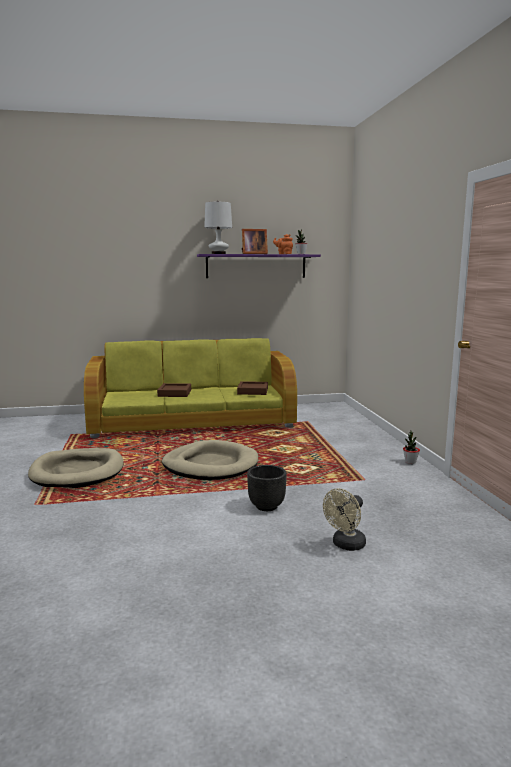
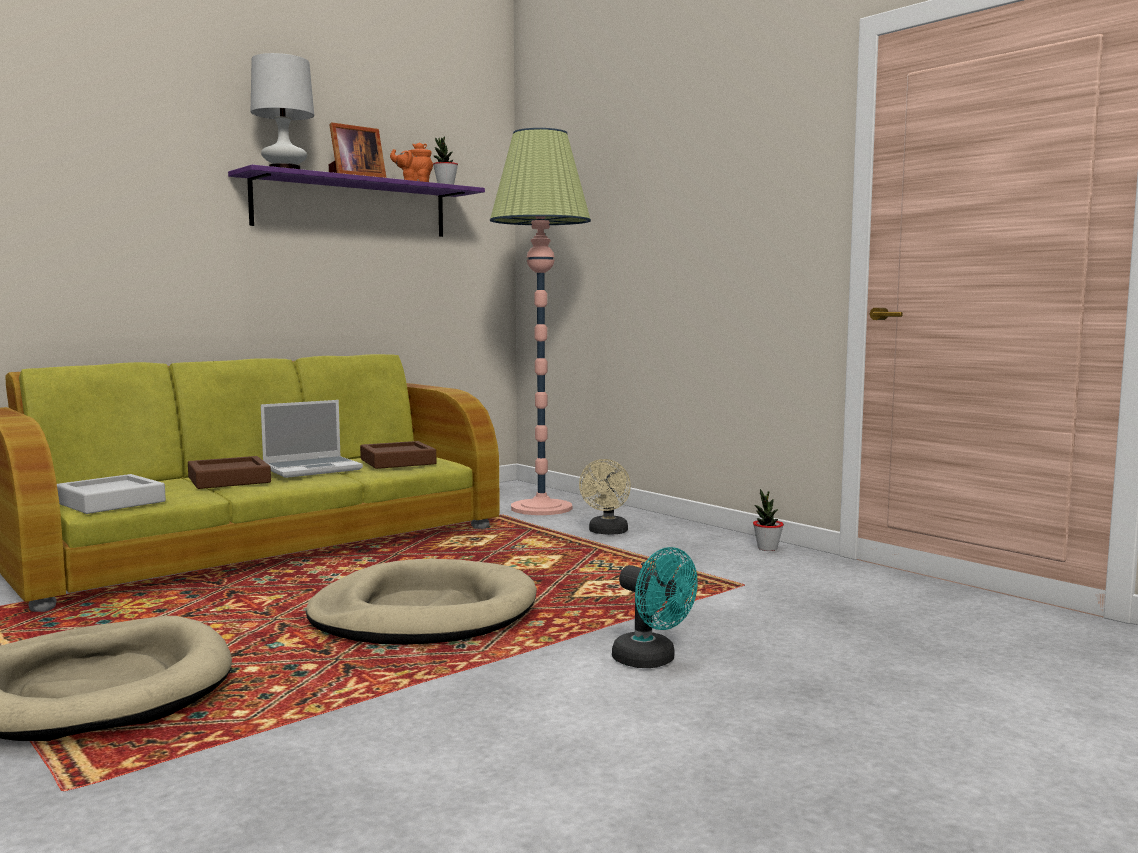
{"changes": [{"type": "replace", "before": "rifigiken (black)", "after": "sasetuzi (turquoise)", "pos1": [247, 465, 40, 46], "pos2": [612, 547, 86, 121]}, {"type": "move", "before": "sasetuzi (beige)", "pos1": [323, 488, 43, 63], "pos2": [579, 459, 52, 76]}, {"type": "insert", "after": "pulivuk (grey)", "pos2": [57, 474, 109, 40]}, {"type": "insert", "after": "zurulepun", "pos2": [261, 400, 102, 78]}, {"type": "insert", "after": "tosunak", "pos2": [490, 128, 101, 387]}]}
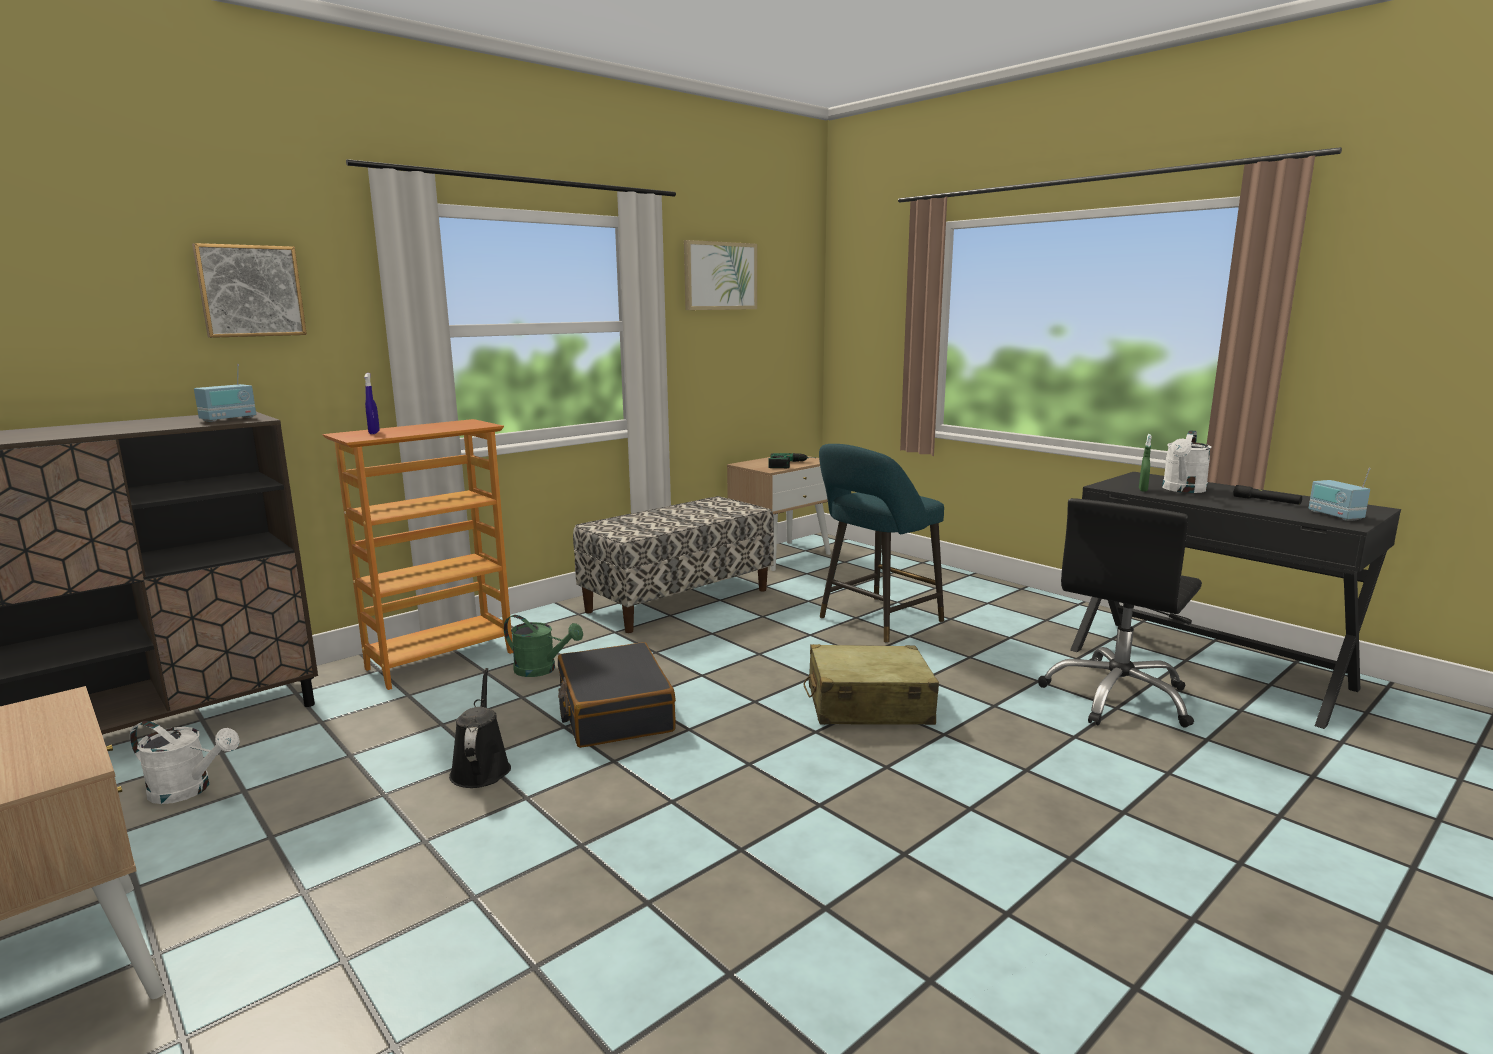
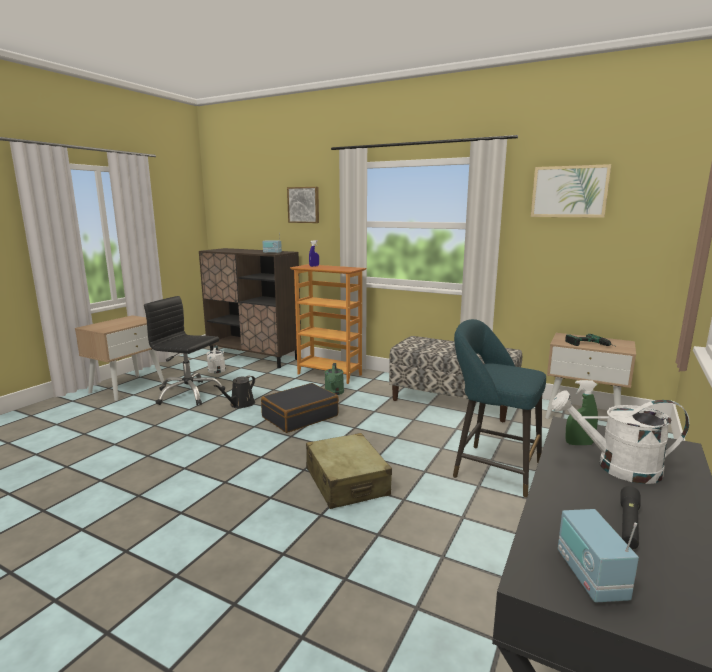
{"changes": [{"type": "rotate", "before": "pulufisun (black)", "pos1": [449, 668, 62, 120], "pos2": [213, 376, 42, 32], "turn": 150}, {"type": "move", "before": "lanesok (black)", "pos1": [1038, 498, 164, 230], "pos2": [144, 296, 81, 110]}, {"type": "rotate", "before": "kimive", "pos1": [1309, 468, 62, 53], "pos2": [558, 509, 81, 93], "turn": -60}]}
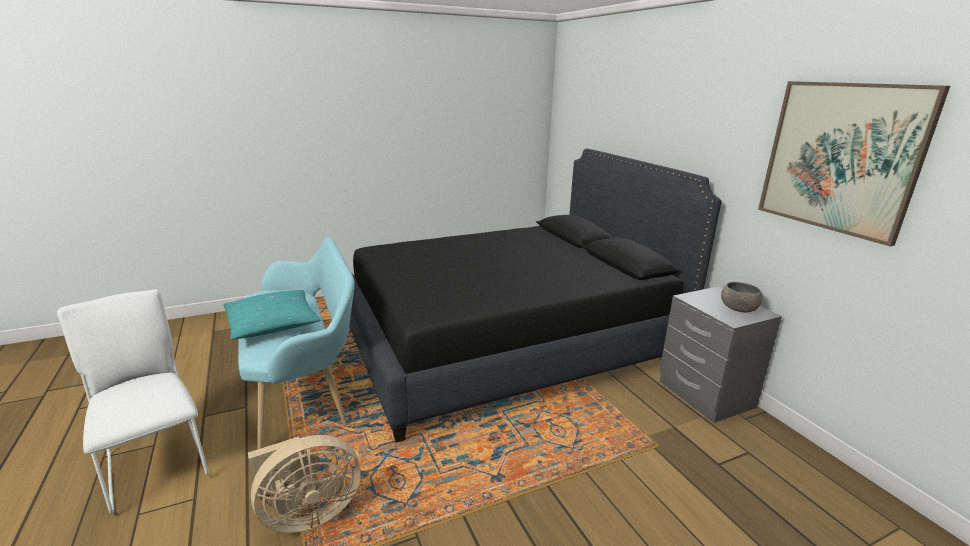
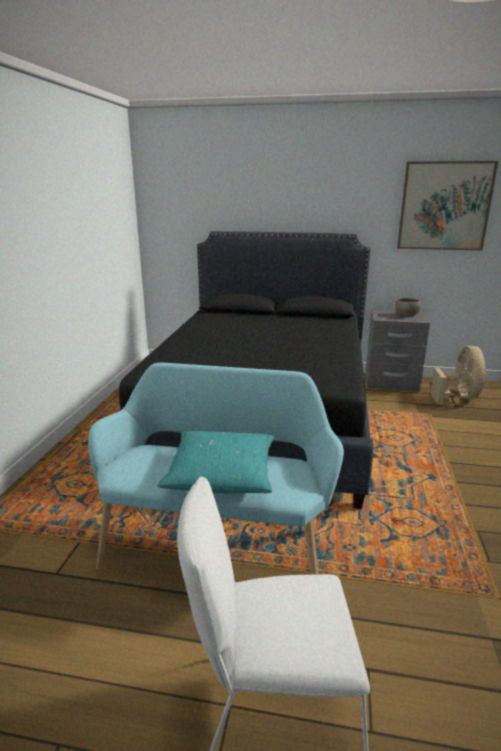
{"changes": [{"type": "move", "before": "sasetuzi (beige)", "pos1": [248, 435, 113, 98], "pos2": [430, 346, 56, 58]}]}
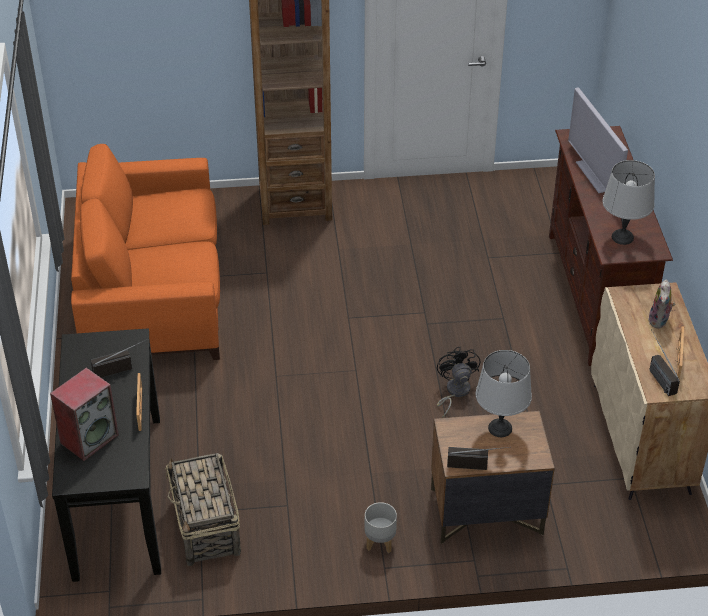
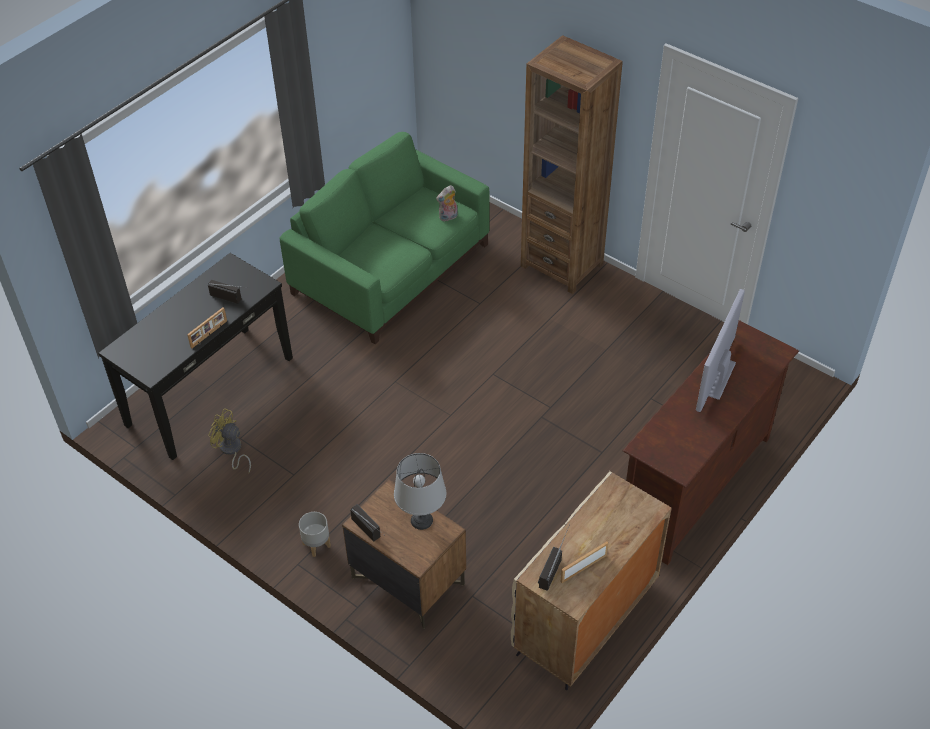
{"changes": [{"type": "delete", "before": "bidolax", "pos1": [50, 368, 69, 93]}, {"type": "recolor", "before": "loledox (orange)", "after": "loledox (green)", "pos1": [71, 144, 149, 216], "pos2": [280, 132, 209, 212]}, {"type": "replace", "before": "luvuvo", "after": "sasetuzi (yellow)", "pos1": [165, 453, 76, 113], "pos2": [208, 408, 43, 65]}, {"type": "delete", "before": "sasetuzi (black)", "pos1": [437, 347, 44, 71]}, {"type": "delete", "before": "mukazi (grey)", "pos1": [602, 160, 53, 85]}, {"type": "move", "before": "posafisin", "pos1": [648, 280, 27, 49], "pos2": [436, 185, 22, 36]}]}
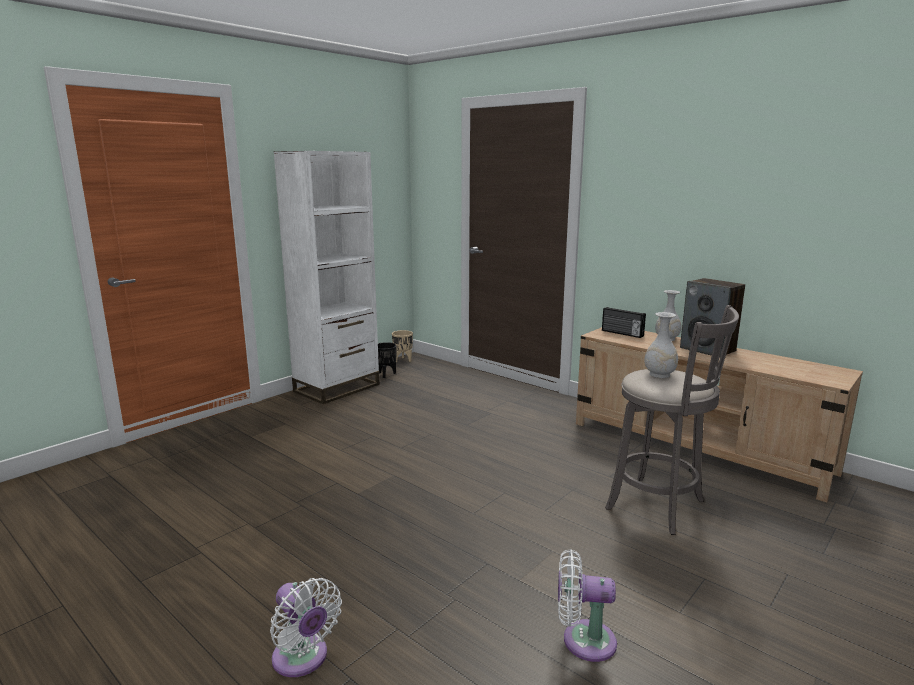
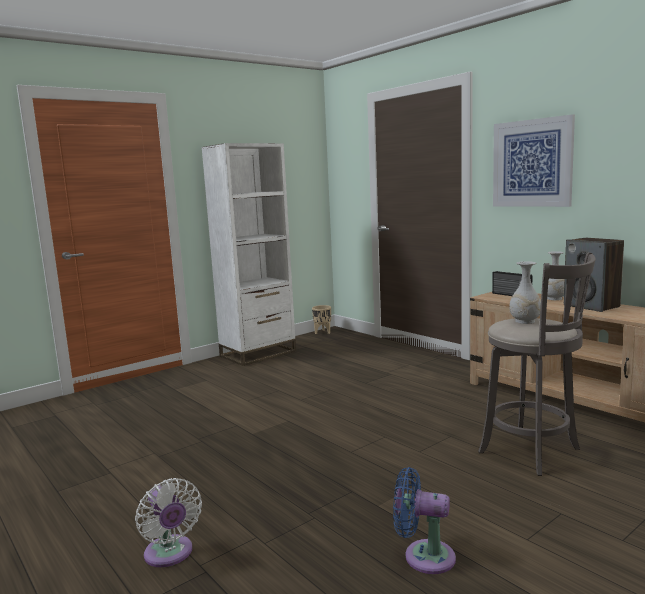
{"changes": [{"type": "delete", "before": "rifigiken (black)", "pos1": [378, 342, 19, 36]}, {"type": "recolor", "before": "sasetuzi (white)", "after": "sasetuzi (blue)", "pos1": [558, 549, 59, 113], "pos2": [393, 467, 63, 107]}, {"type": "insert", "after": "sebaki", "pos2": [493, 114, 82, 93]}]}
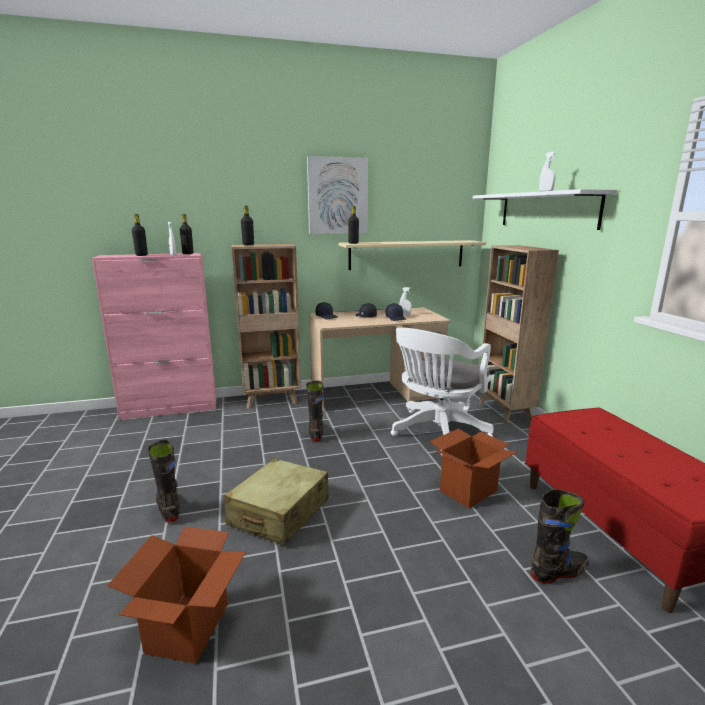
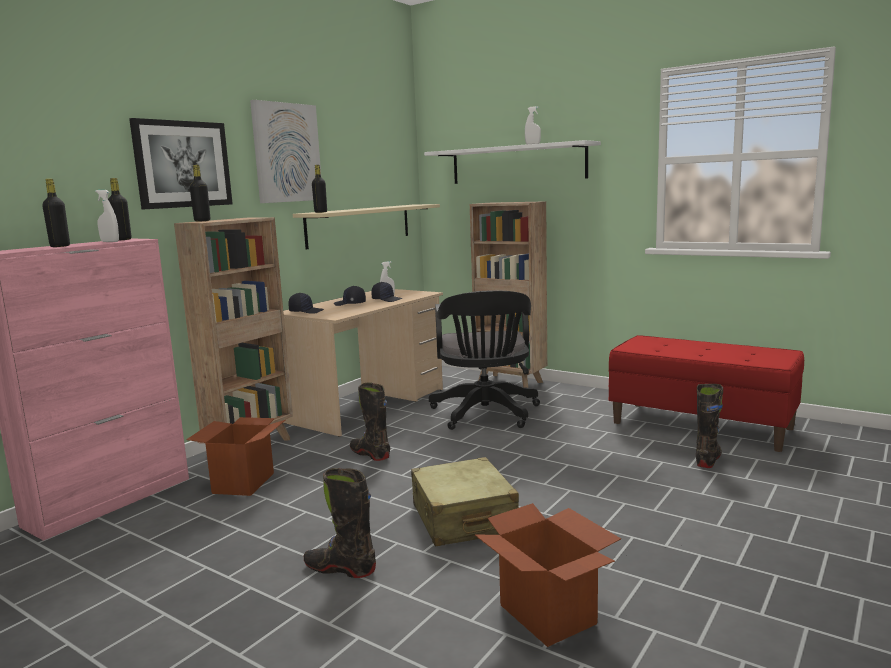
{"changes": [{"type": "recolor", "before": "lanesok (white)", "after": "lanesok (black)", "pos1": [391, 328, 103, 127], "pos2": [429, 290, 111, 140]}, {"type": "move", "before": "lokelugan", "pos1": [429, 428, 88, 80], "pos2": [186, 417, 99, 79]}, {"type": "insert", "after": "sebaki", "pos2": [129, 118, 104, 91]}]}
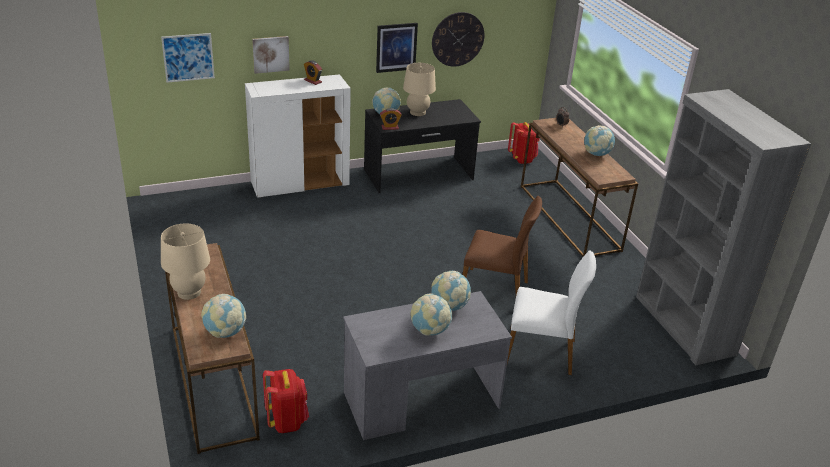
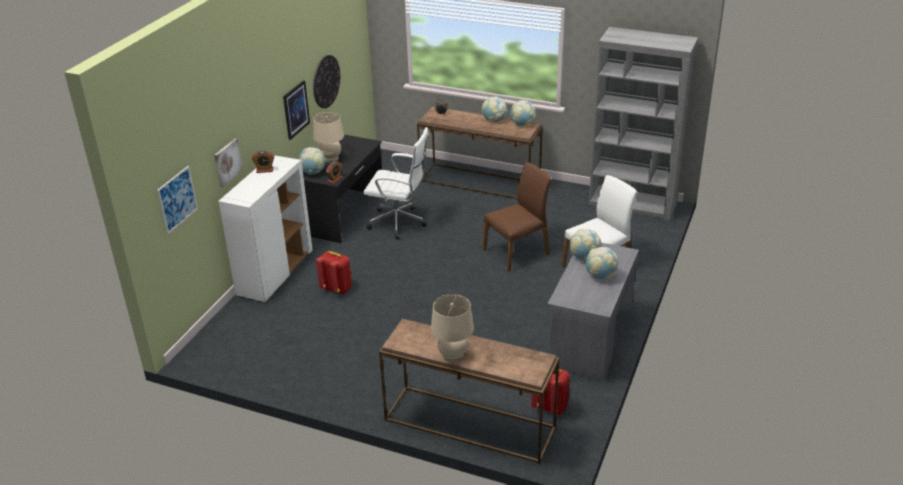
{"changes": [{"type": "move", "before": "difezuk", "pos1": [201, 294, 45, 44], "pos2": [510, 100, 26, 26]}, {"type": "move", "before": "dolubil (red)", "pos1": [508, 122, 32, 42], "pos2": [316, 251, 36, 43]}, {"type": "insert", "after": "lanesok (white)", "pos2": [363, 127, 66, 112]}]}
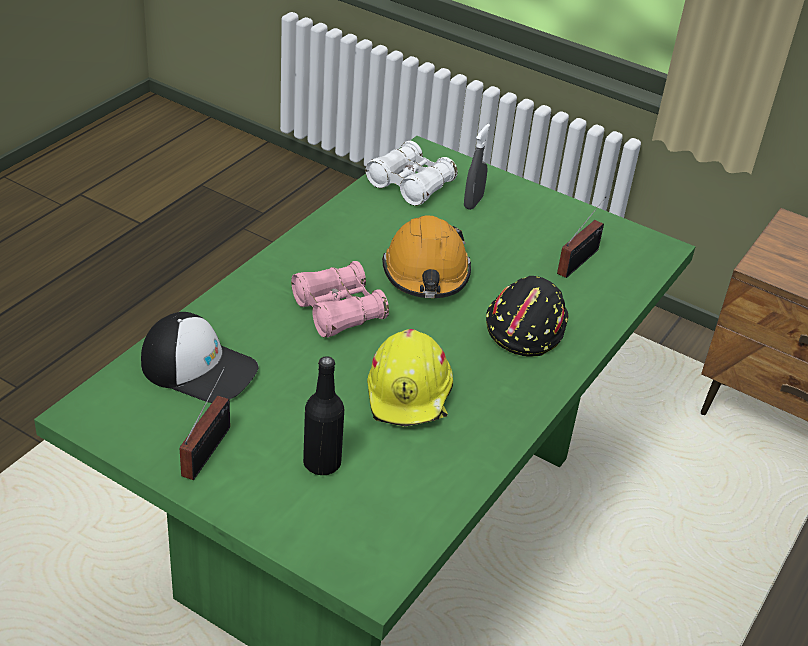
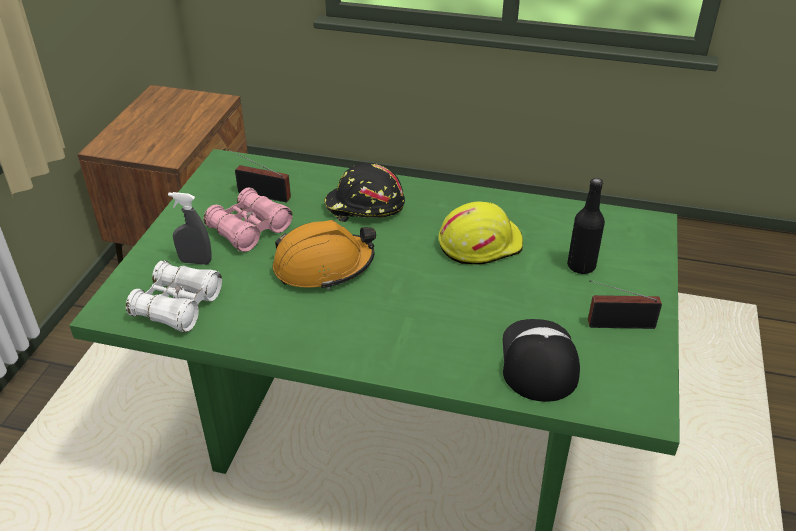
{"changes": [{"type": "move", "before": "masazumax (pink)", "pos1": [291, 261, 98, 77], "pos2": [203, 187, 90, 65]}]}
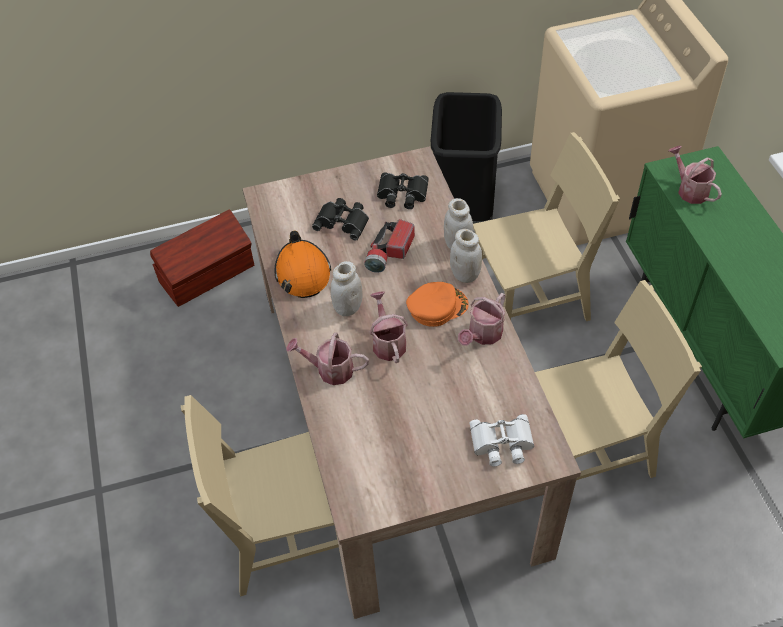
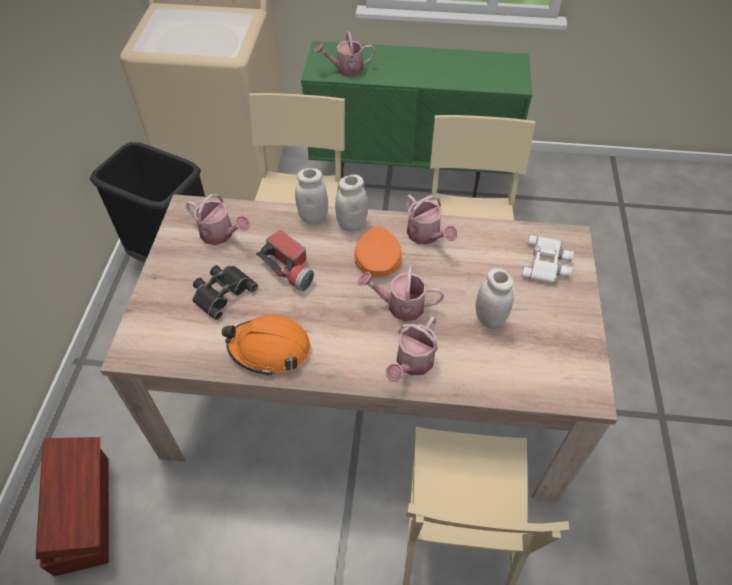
{"changes": [{"type": "move", "before": "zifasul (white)", "pos1": [330, 261, 32, 55], "pos2": [475, 268, 39, 61]}, {"type": "replace", "before": "masazumax (black)", "after": "pulufisun", "pos1": [377, 173, 52, 36], "pos2": [186, 194, 64, 51]}]}
